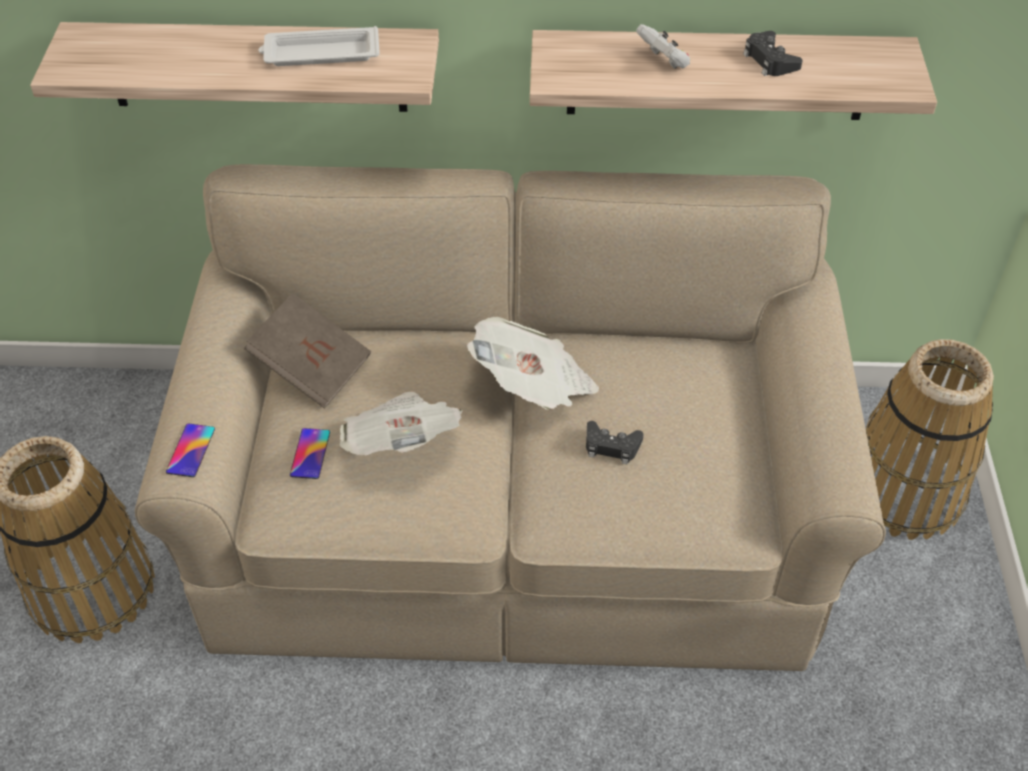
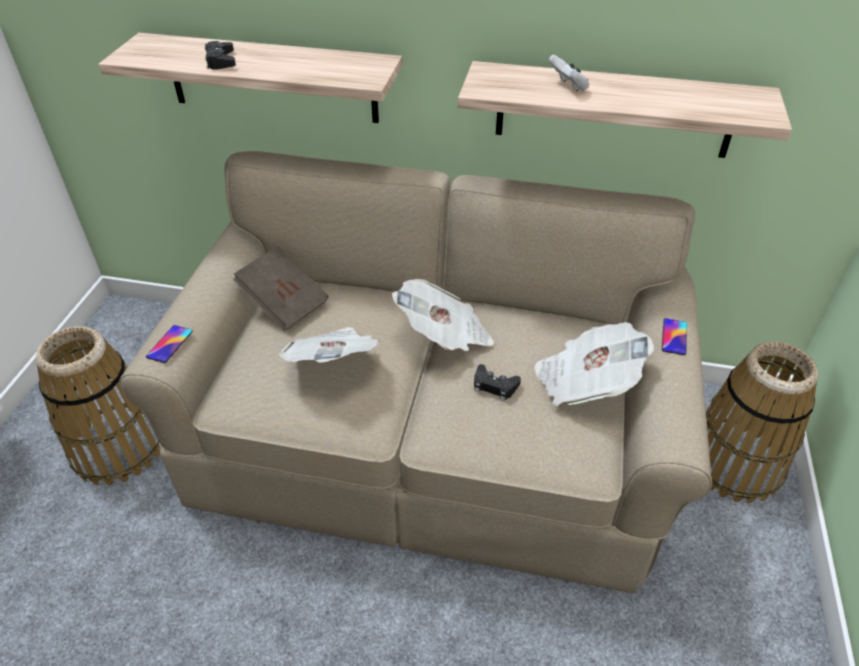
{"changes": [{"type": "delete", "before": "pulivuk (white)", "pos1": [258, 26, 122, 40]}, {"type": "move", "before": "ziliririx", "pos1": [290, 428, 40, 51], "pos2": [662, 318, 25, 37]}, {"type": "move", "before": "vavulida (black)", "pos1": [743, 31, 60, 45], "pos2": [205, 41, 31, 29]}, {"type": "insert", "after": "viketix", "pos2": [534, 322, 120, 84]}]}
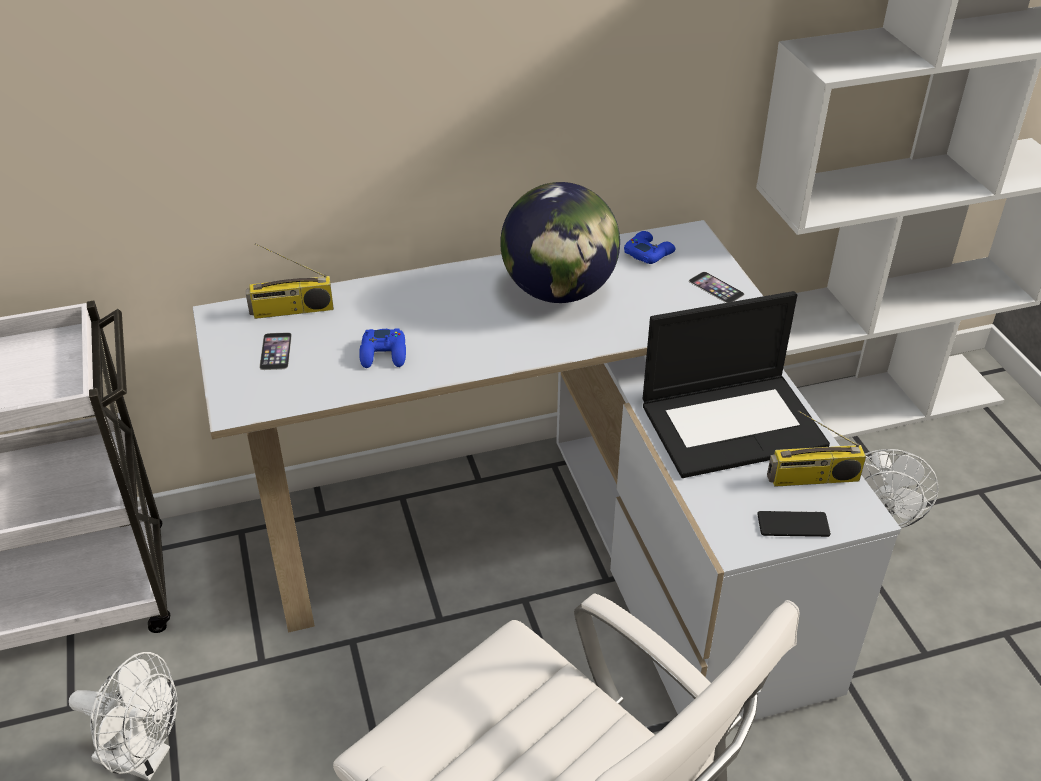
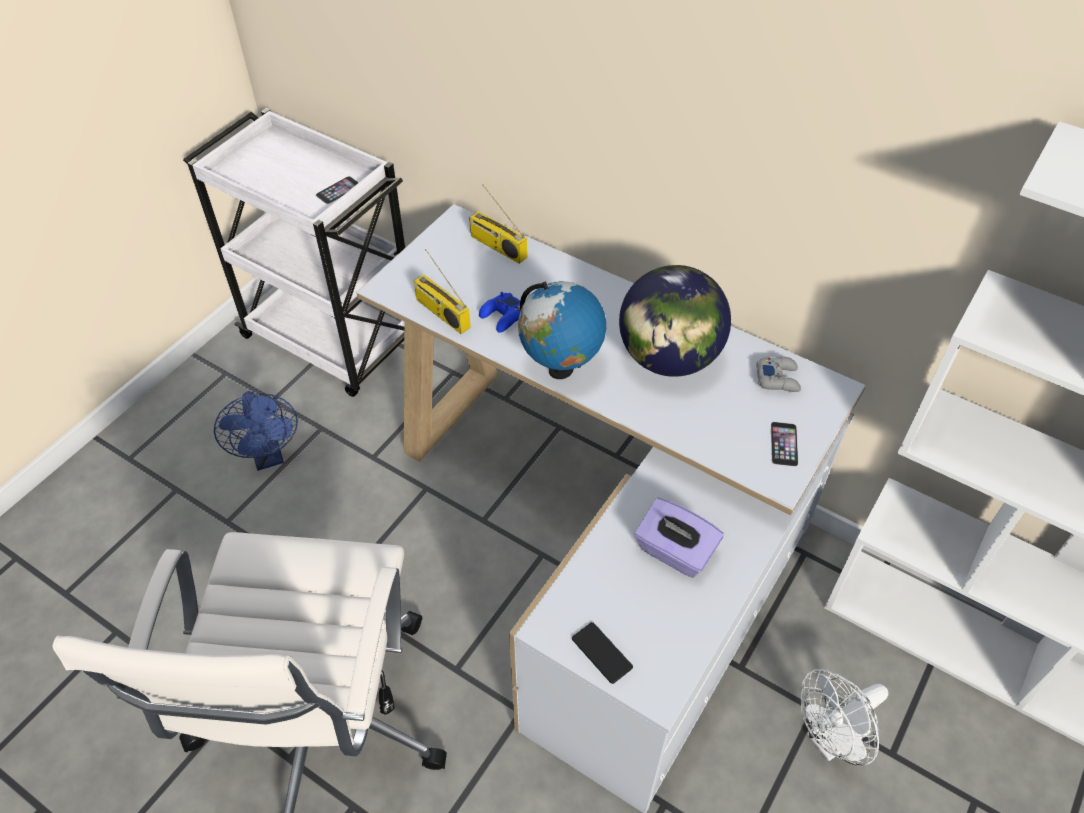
{"changes": [{"type": "recolor", "before": "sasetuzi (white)", "after": "sasetuzi (blue)", "pos1": [69, 652, 108, 128], "pos2": [214, 391, 84, 80]}, {"type": "move", "before": "ziliririx", "pos1": [259, 332, 33, 38], "pos2": [316, 176, 43, 28]}, {"type": "recolor", "before": "vavulida (blue)", "after": "vavulida (grey)", "pos1": [624, 231, 52, 33], "pos2": [756, 357, 45, 35]}, {"type": "replace", "before": "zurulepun", "after": "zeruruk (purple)", "pos1": [643, 291, 187, 187], "pos2": [635, 498, 89, 80]}, {"type": "move", "before": "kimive", "pos1": [767, 410, 99, 77], "pos2": [414, 249, 57, 85]}, {"type": "insert", "after": "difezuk", "pos2": [518, 281, 88, 98]}]}
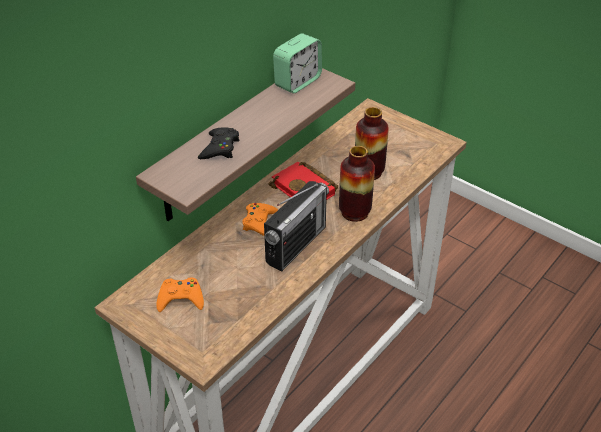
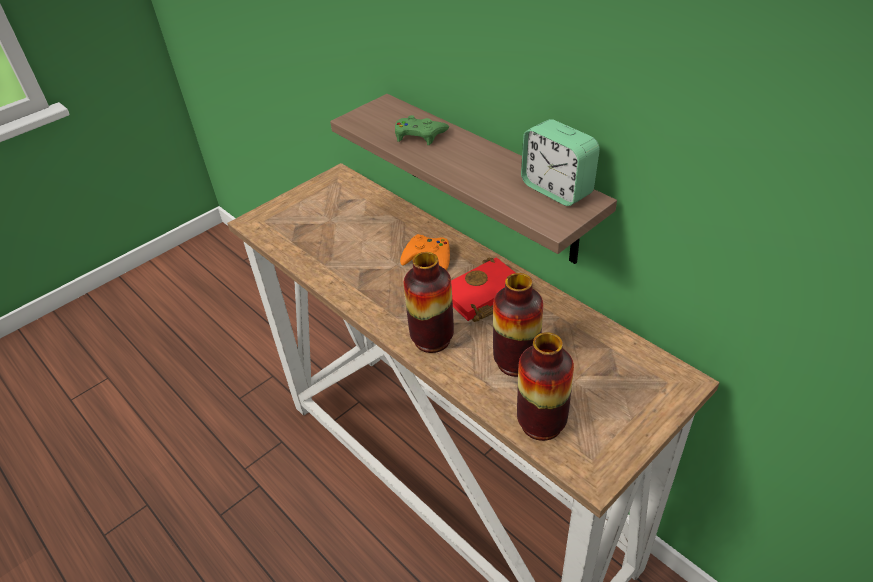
{"changes": [{"type": "delete", "before": "vavulida (orange)", "pos1": [156, 277, 48, 35]}, {"type": "recolor", "before": "vavulida (black)", "after": "vavulida (green)", "pos1": [198, 127, 41, 32], "pos2": [395, 115, 54, 30]}, {"type": "delete", "before": "kimive", "pos1": [264, 181, 65, 91]}, {"type": "insert", "after": "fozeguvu", "pos2": [517, 332, 57, 109]}]}
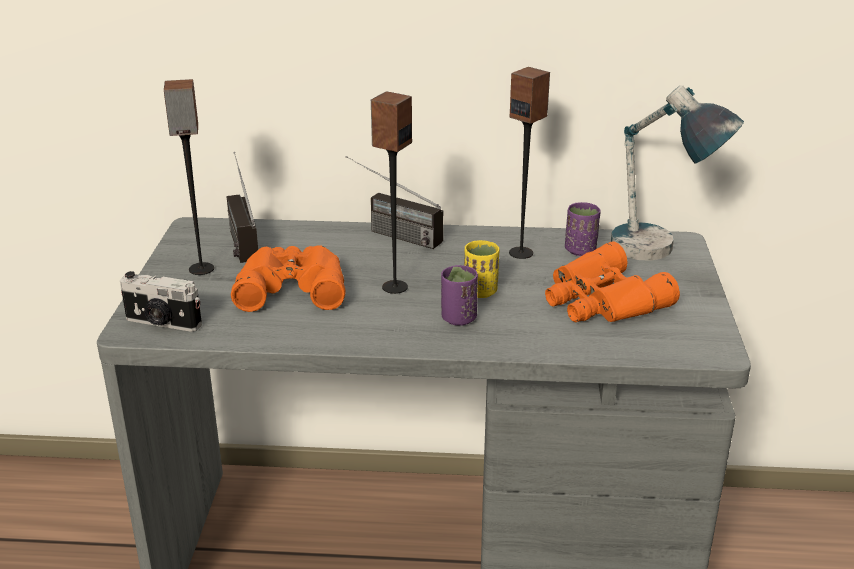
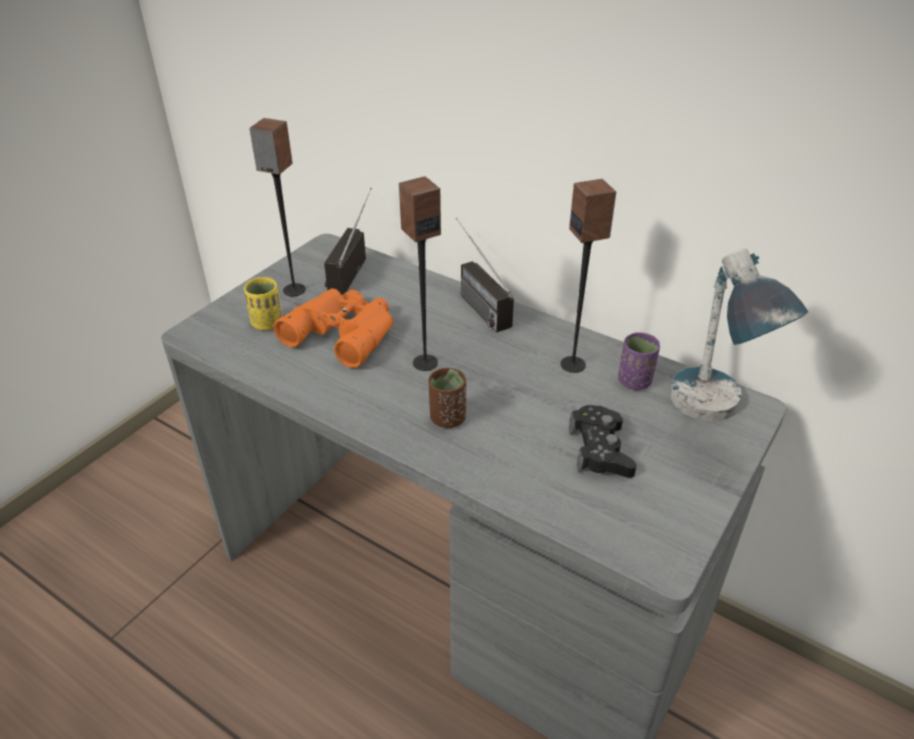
{"changes": [{"type": "delete", "before": "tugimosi", "pos1": [120, 271, 82, 61]}, {"type": "recolor", "before": "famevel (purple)", "after": "famevel (brown)", "pos1": [441, 265, 37, 61], "pos2": [429, 368, 37, 60]}, {"type": "move", "before": "famevel (yellow)", "pos1": [464, 240, 36, 58], "pos2": [244, 277, 38, 53]}, {"type": "replace", "before": "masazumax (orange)", "after": "vavulida (black)", "pos1": [545, 241, 135, 81], "pos2": [569, 405, 68, 73]}]}
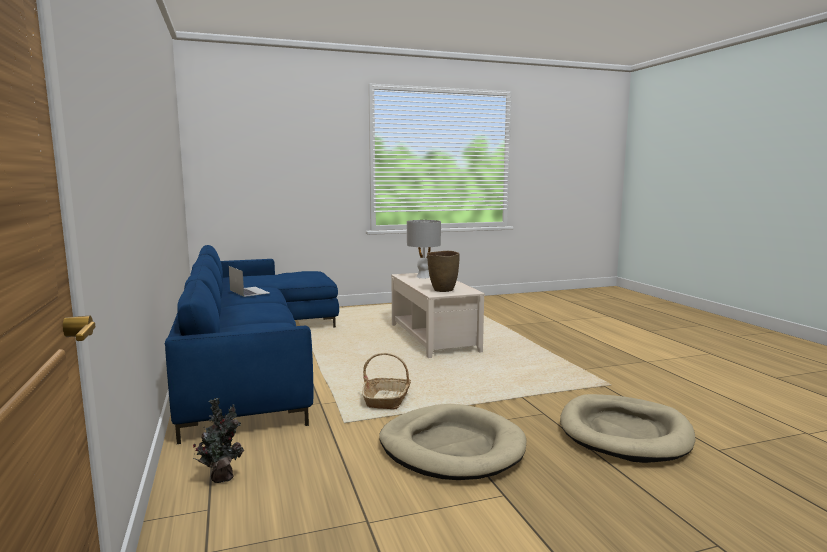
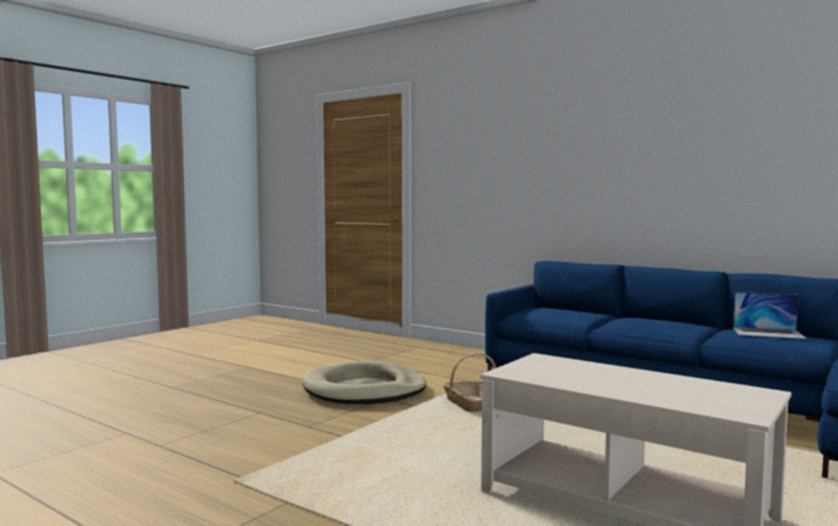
{"changes": [{"type": "delete", "before": "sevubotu", "pos1": [193, 398, 51, 85]}, {"type": "delete", "before": "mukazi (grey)", "pos1": [407, 220, 34, 58]}, {"type": "delete", "before": "fozeguvu (brown)", "pos1": [427, 251, 33, 41]}, {"type": "delete", "before": "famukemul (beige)", "pos1": [560, 394, 135, 69]}]}
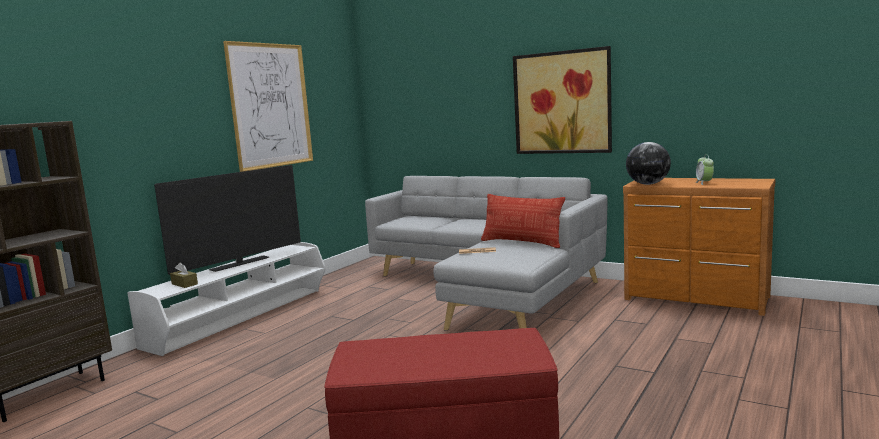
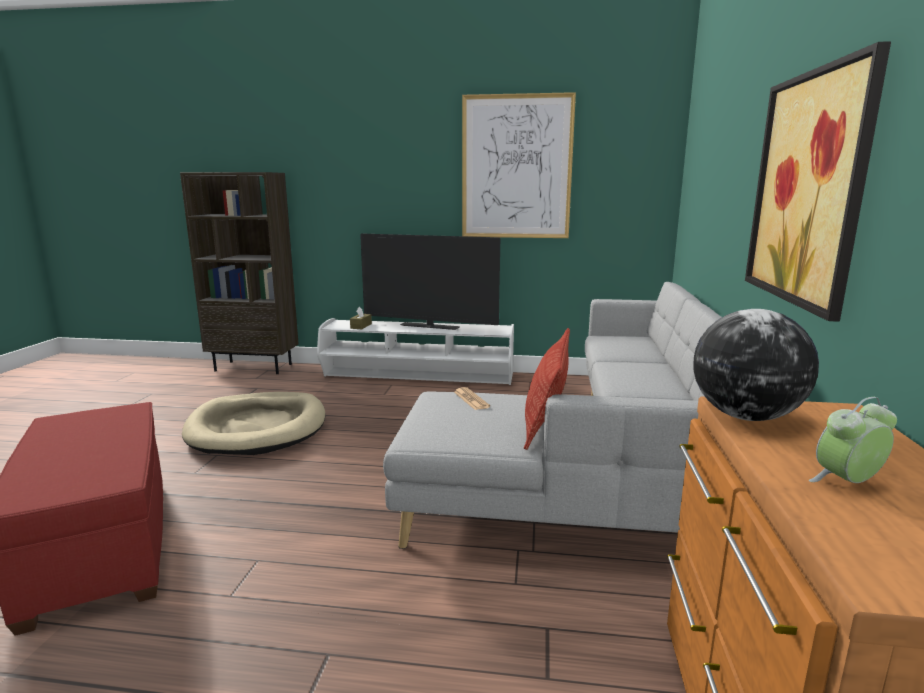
{"changes": [{"type": "insert", "after": "famukemul (beige)", "pos2": [182, 392, 143, 63]}]}
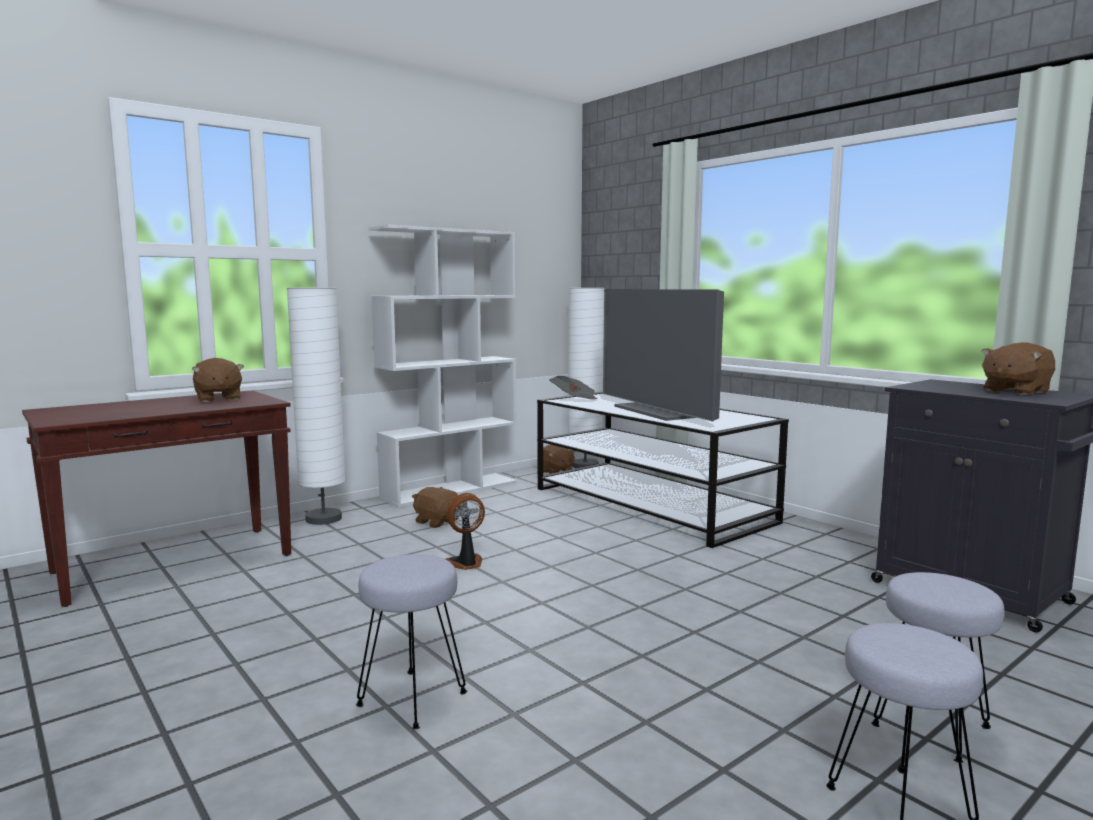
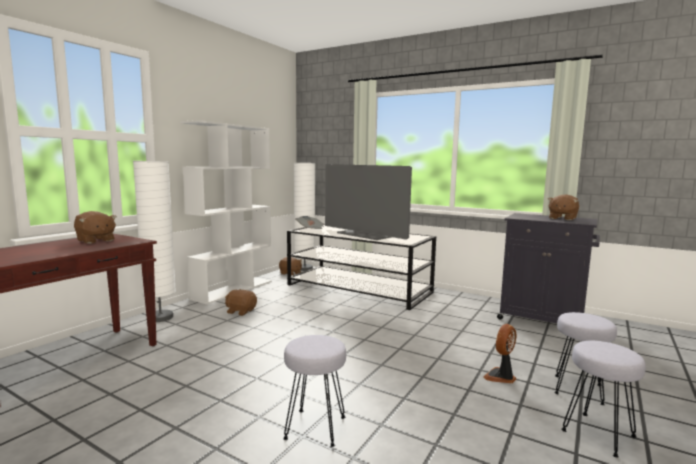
{"changes": [{"type": "move", "before": "sasetuzi", "pos1": [446, 493, 39, 77], "pos2": [483, 324, 33, 59]}]}
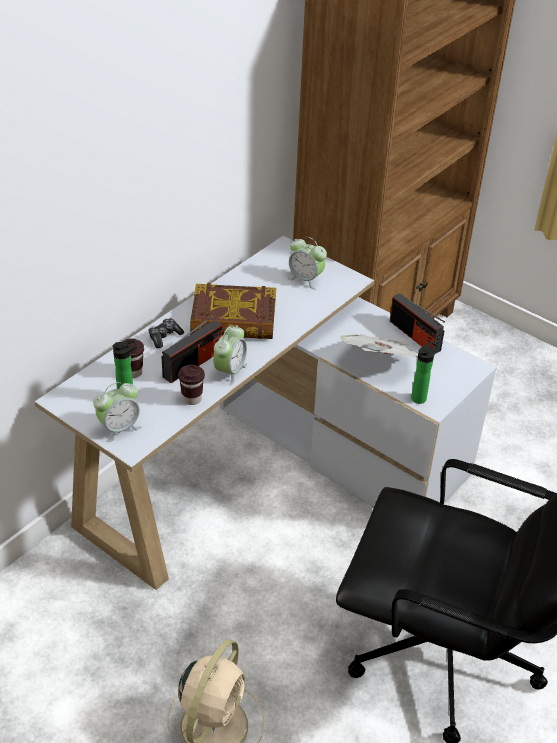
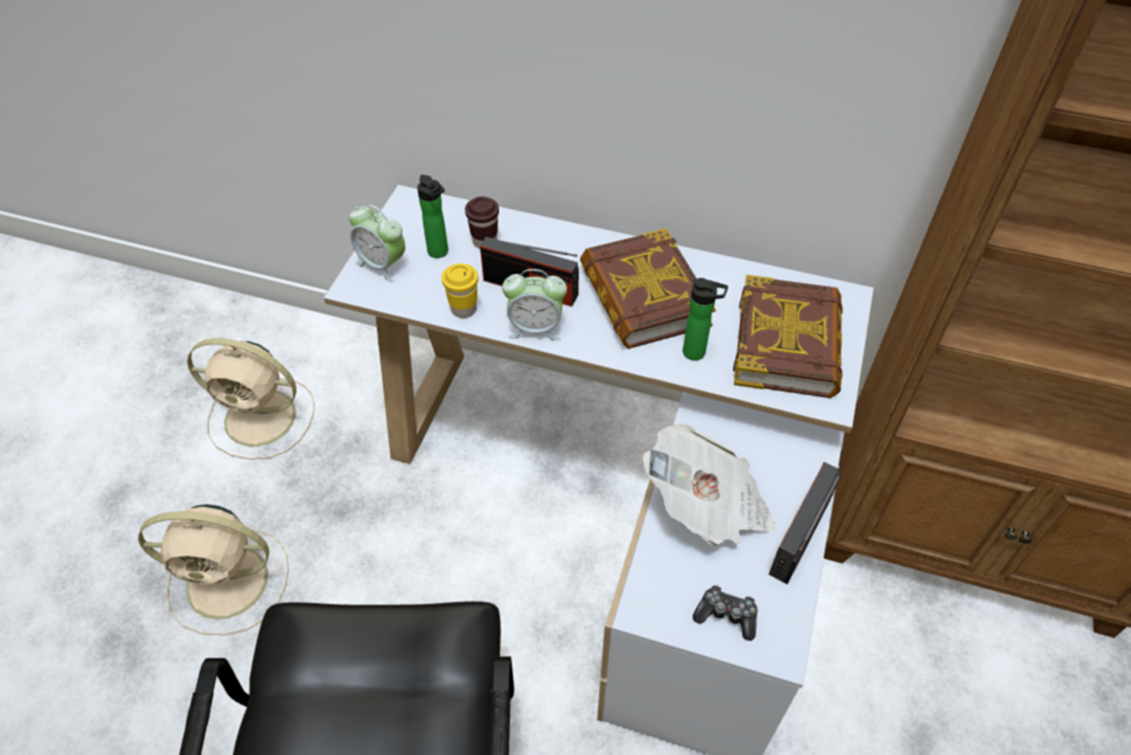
{"changes": [{"type": "move", "before": "vavulida", "pos1": [148, 319, 36, 29], "pos2": [693, 585, 65, 56]}, {"type": "recolor", "before": "famevel (brown)", "after": "famevel (yellow)", "pos1": [178, 364, 27, 41], "pos2": [442, 264, 36, 54]}, {"type": "replace", "before": "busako", "after": "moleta", "pos1": [287, 237, 40, 53], "pos2": [733, 275, 110, 123]}, {"type": "move", "before": "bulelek", "pos1": [411, 341, 28, 63], "pos2": [683, 278, 45, 83]}, {"type": "insert", "after": "sasetuzi (beige)", "pos2": [187, 338, 128, 122]}]}
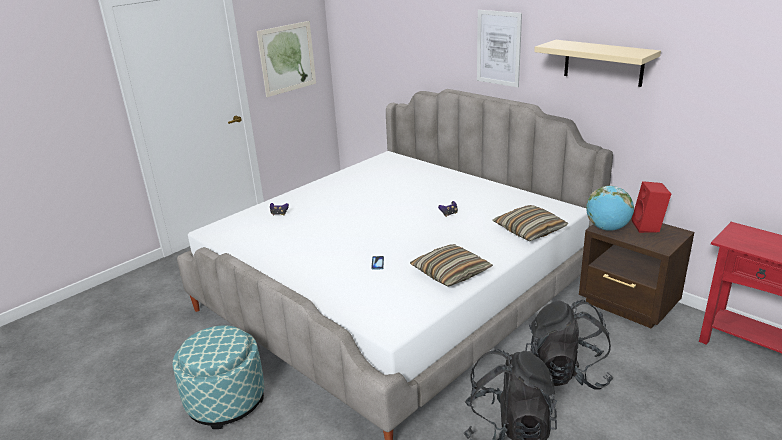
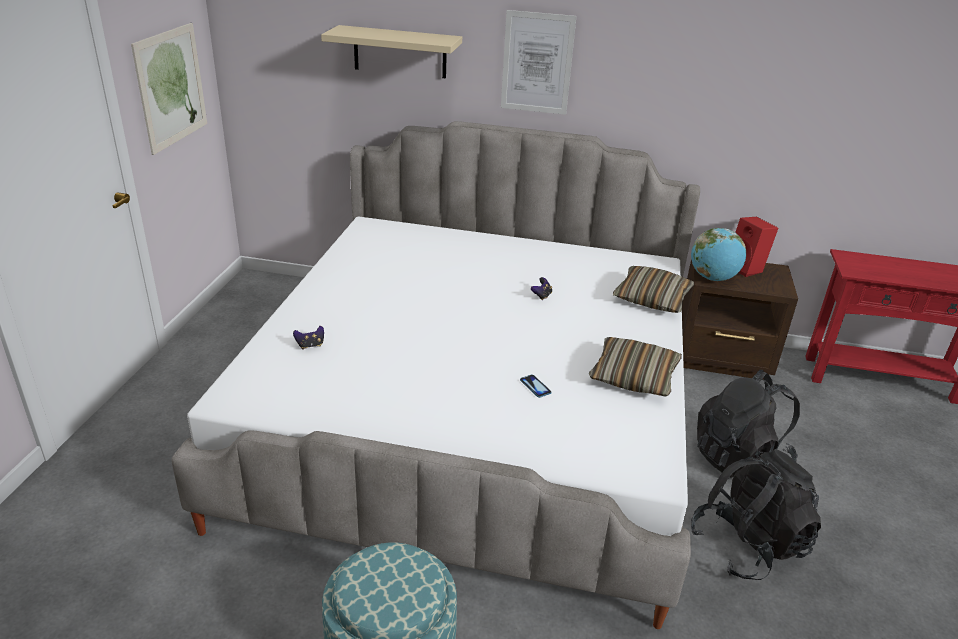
{"changes": [{"type": "move", "before": "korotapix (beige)", "pos1": [534, 40, 127, 47], "pos2": [321, 25, 141, 53]}]}
